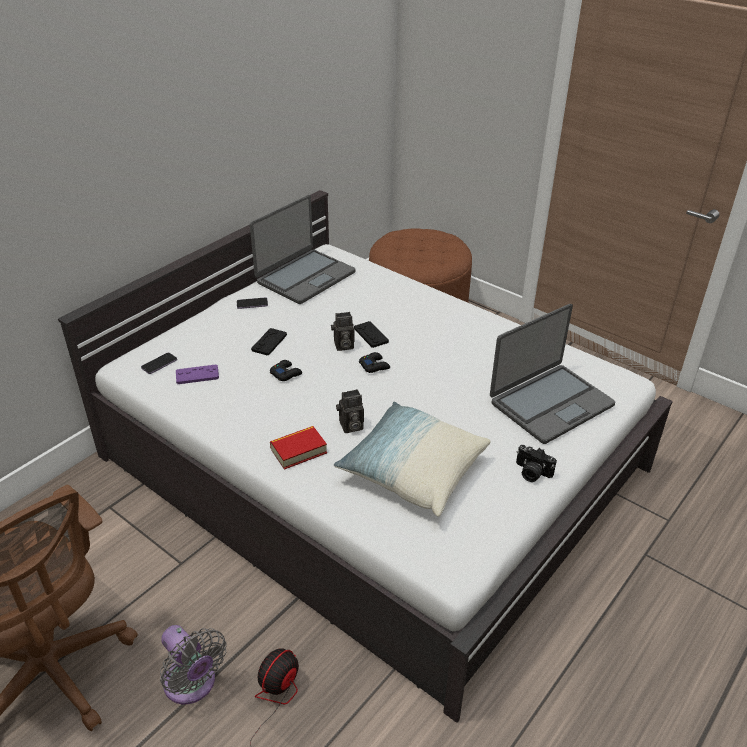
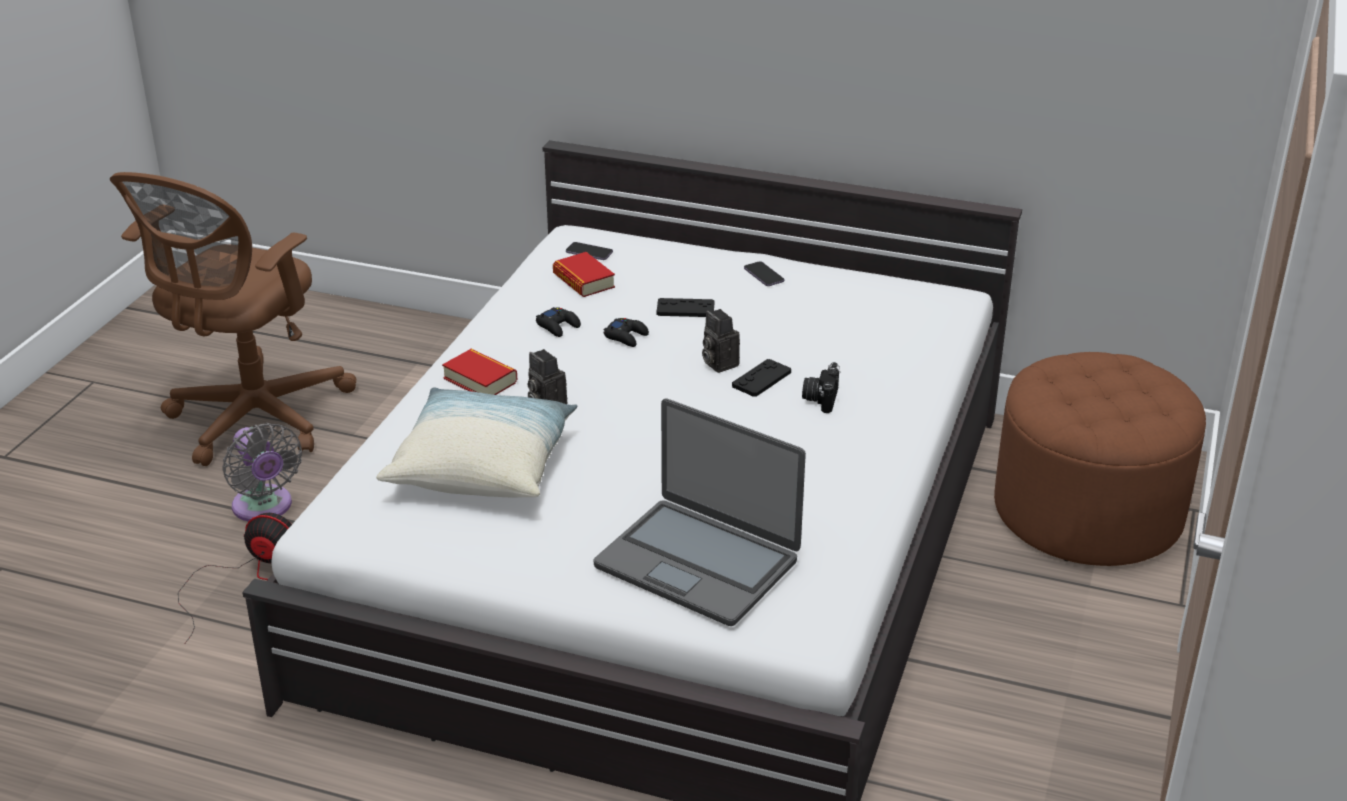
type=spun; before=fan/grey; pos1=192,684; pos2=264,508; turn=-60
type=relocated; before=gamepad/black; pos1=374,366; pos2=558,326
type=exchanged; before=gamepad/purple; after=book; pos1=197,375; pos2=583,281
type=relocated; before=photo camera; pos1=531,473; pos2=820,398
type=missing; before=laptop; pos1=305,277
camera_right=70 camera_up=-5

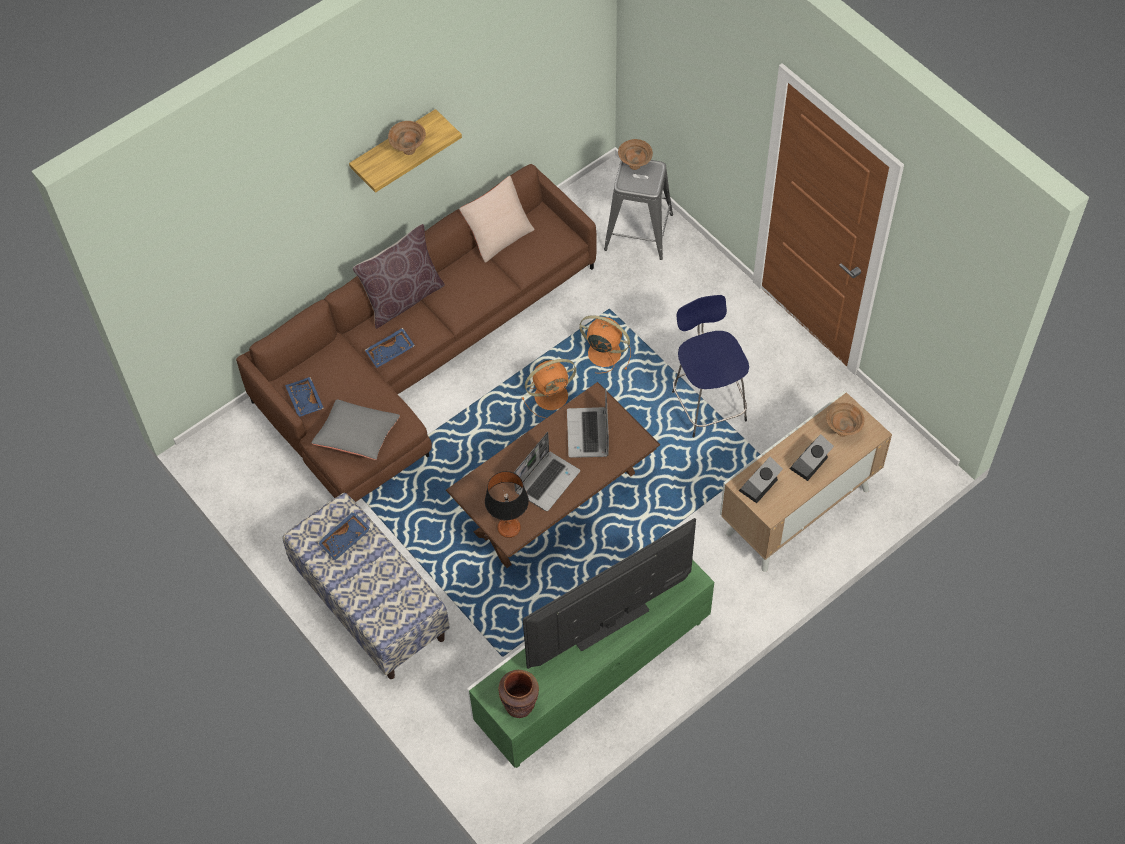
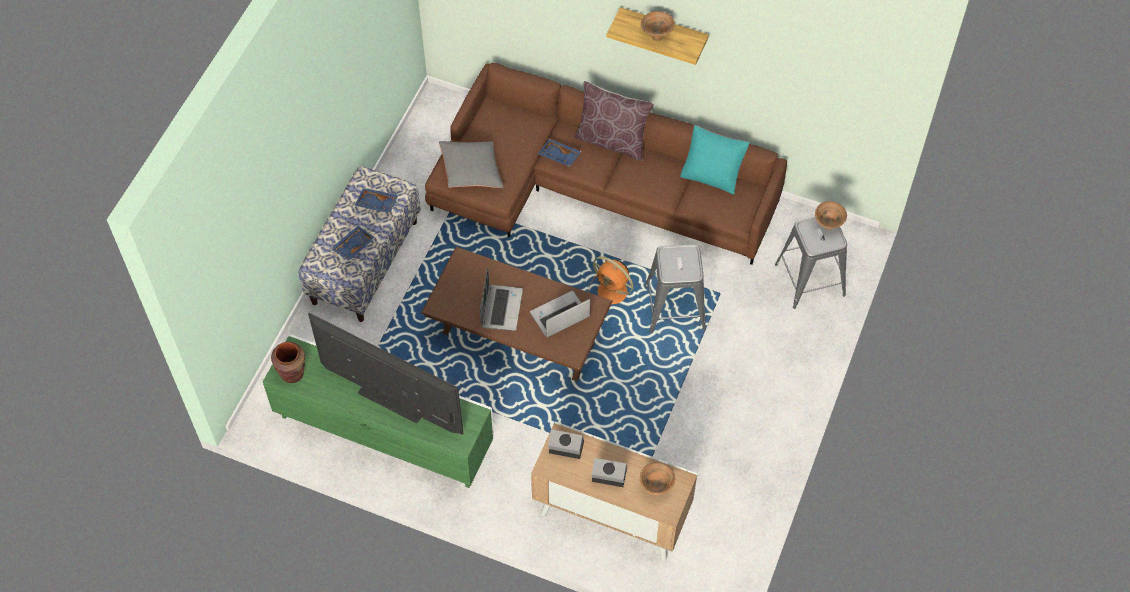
type=relocated; before=carrying tray/blue-coloured; pos1=304,400; pos2=353,246
type=spun; before=laptop; pos1=547,481; pos2=501,308; turn=-90
type=exchanged; before=fan/orange-coloured; after=stool/grey; pos1=602,353; pos2=675,308
type=colour; before=throw pillow/sand-coloured; after=throw pillow/turquoise-coloured; pos1=498,235; pos2=712,173
type=missing; before=lamp for a table; pos1=509,528
type=missing; before=stool/blue-coloured; pos1=708,403
camera_right=60 camera_up=0

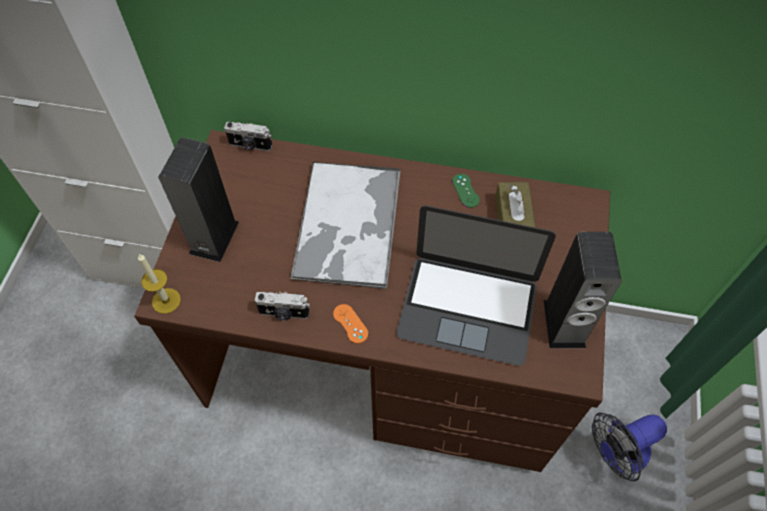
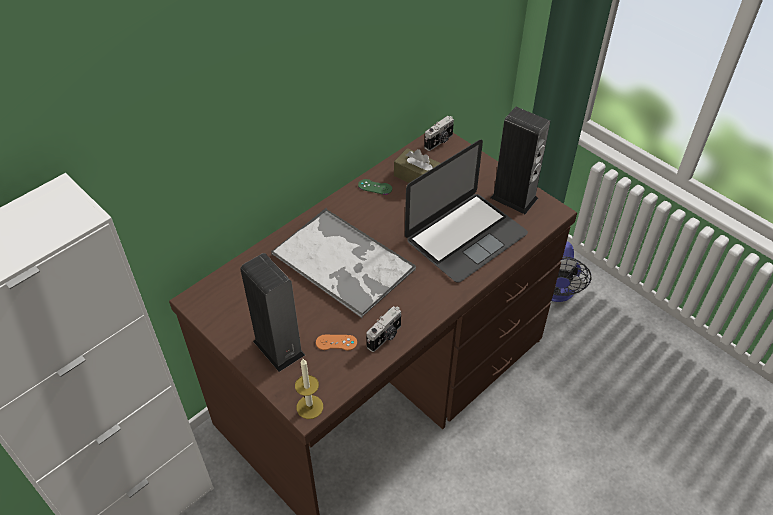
type=relocated; before=gamepad/orange-coloured; pos1=350,323; pos2=336,342
type=relocated; before=photo camera; pos1=250,145; pos2=439,142
camera_right=-55 camera_up=-10

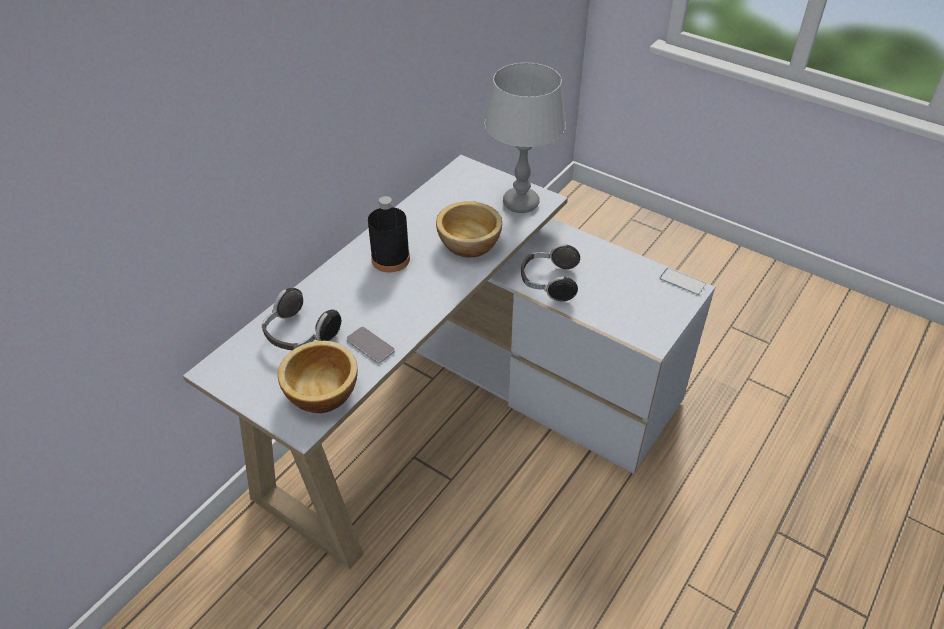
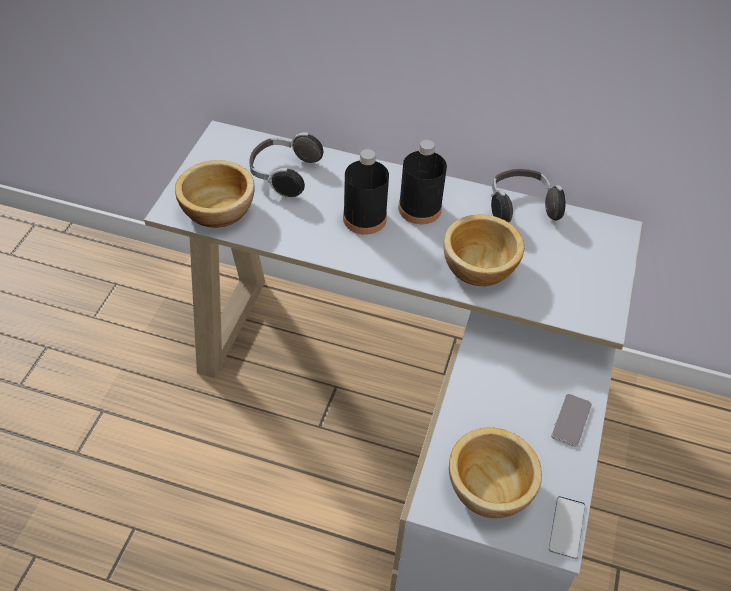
type=appeared; after=beverage bottle/black; pos2=364,218
type=appeared; after=deep dish; pos2=491,488
type=relocated; before=headset; pos1=548,283; pos2=521,207
type=relocated; before=telephone; pos1=370,345; pos2=571,420
type=missing; before=lamp for a table/grey; pos1=521,203
camera_right=70 camera_up=5

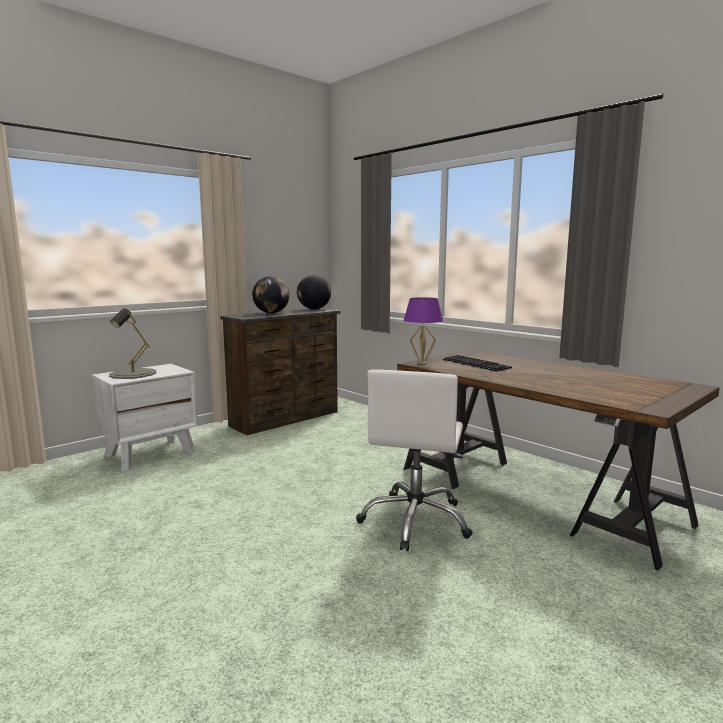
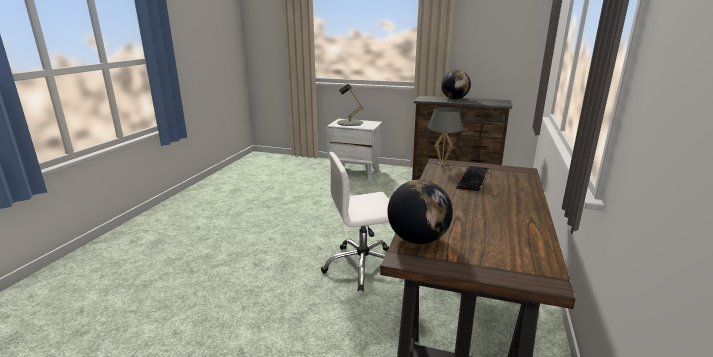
type=relocated; before=desk globe; pos1=314,309; pos2=418,239
type=colour; before=lamp for a table/purple; after=lamp for a table/grey; pos1=422,363; pos2=442,163
camera_right=60 camera_up=10

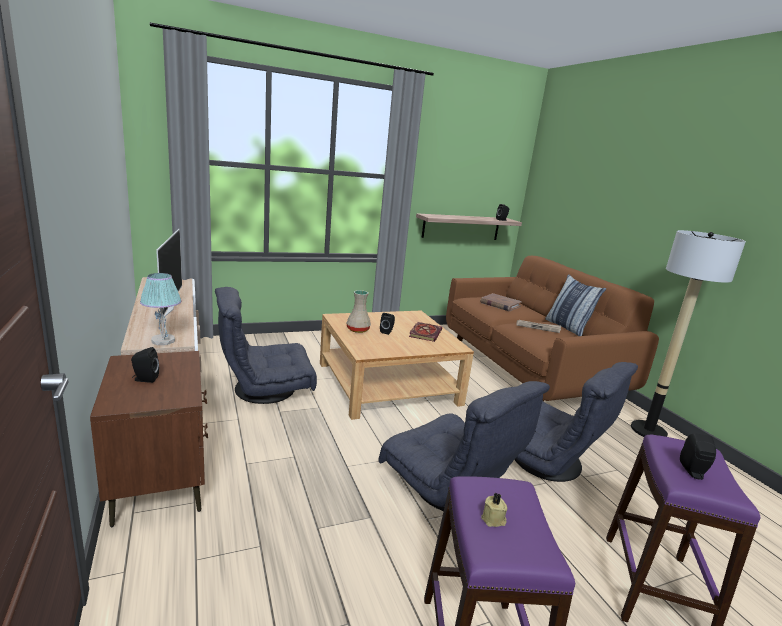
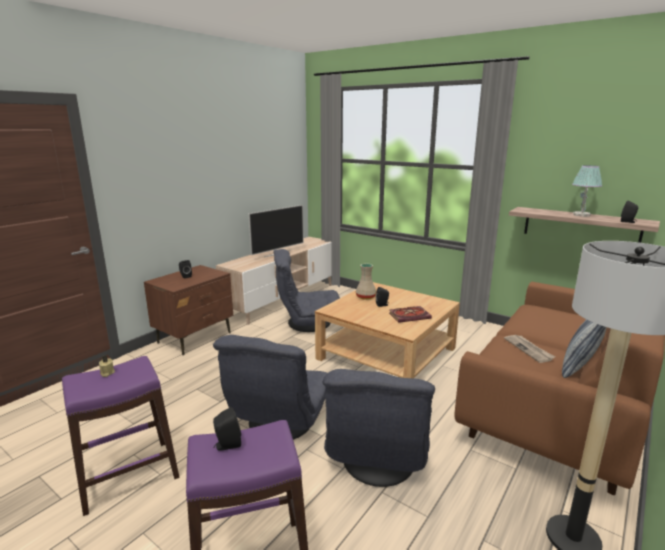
type=spun; before=easy chair/grey; pos1=265,389; pos2=309,323; turn=-45
type=relocated; before=lamp for a table; pos1=163,341; pos2=581,215
type=missing; before=book/brownish; pos1=500,304
camera_right=60 camera_up=0

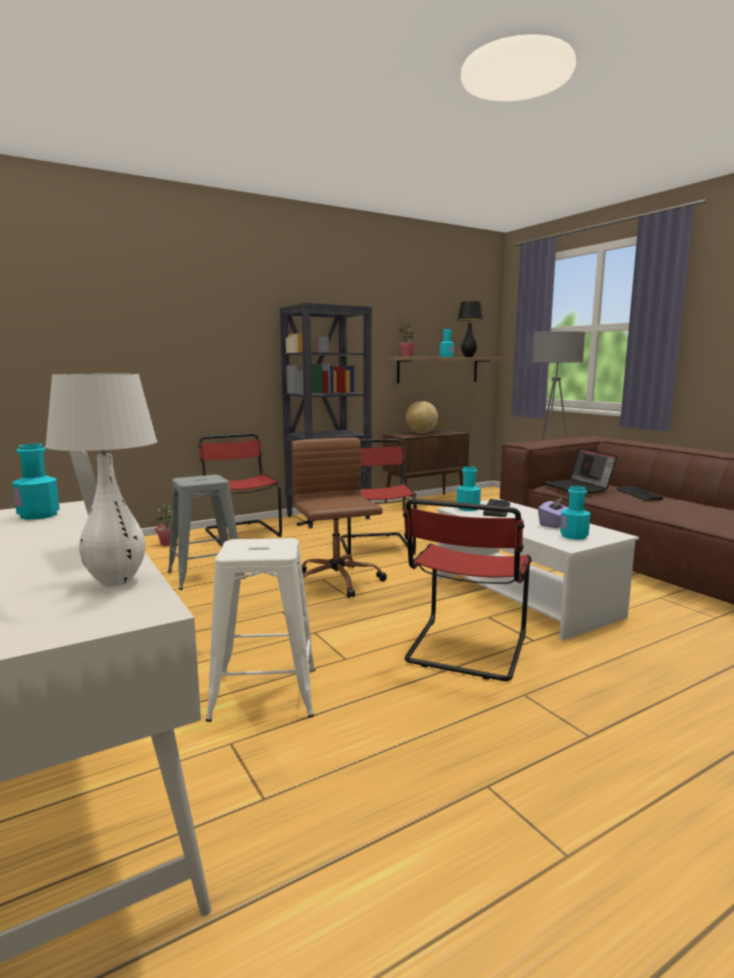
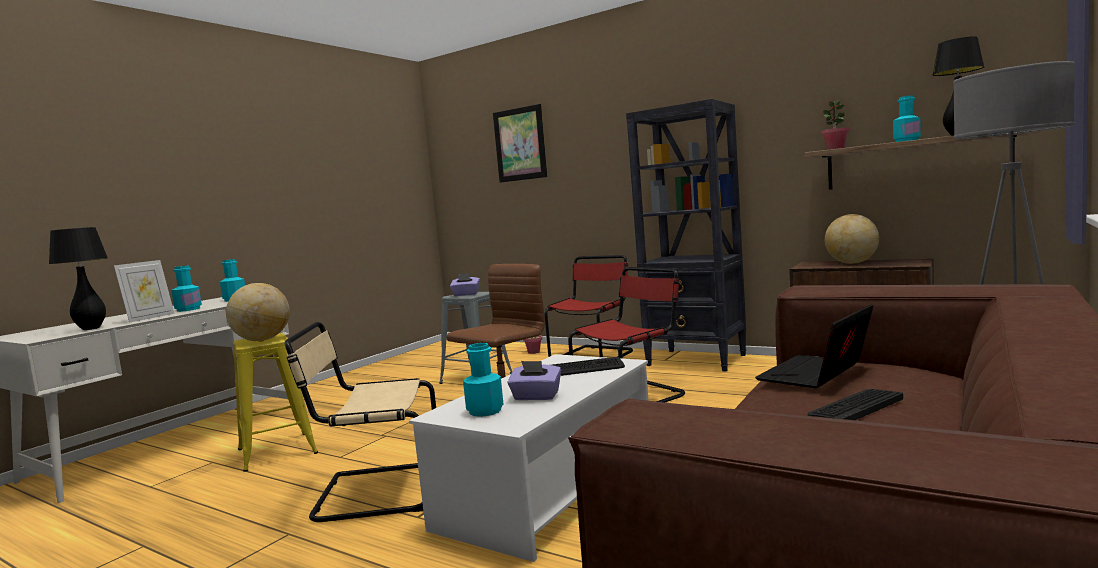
type=colour; before=lamp for a table/white; after=lamp for a table/black; pos1=115,581; pos2=91,328
type=relocated; before=beverage bottle/turquoise-coloured; pos1=468,508; pos2=188,309
type=appeared; after=desk globe; pos2=262,340
type=colour; before=stool/white; after=stool/yellow-coloured; pos1=264,693; pos2=277,451
type=colour; before=plain chair/red; after=plain chair/sand-coloured; pos1=465,651; pos2=374,492
type=appeared; after=box of tissues/purple; pos2=466,294
type=appeared; after=picture; pos2=520,144
camera_right=65 camera_up=-5

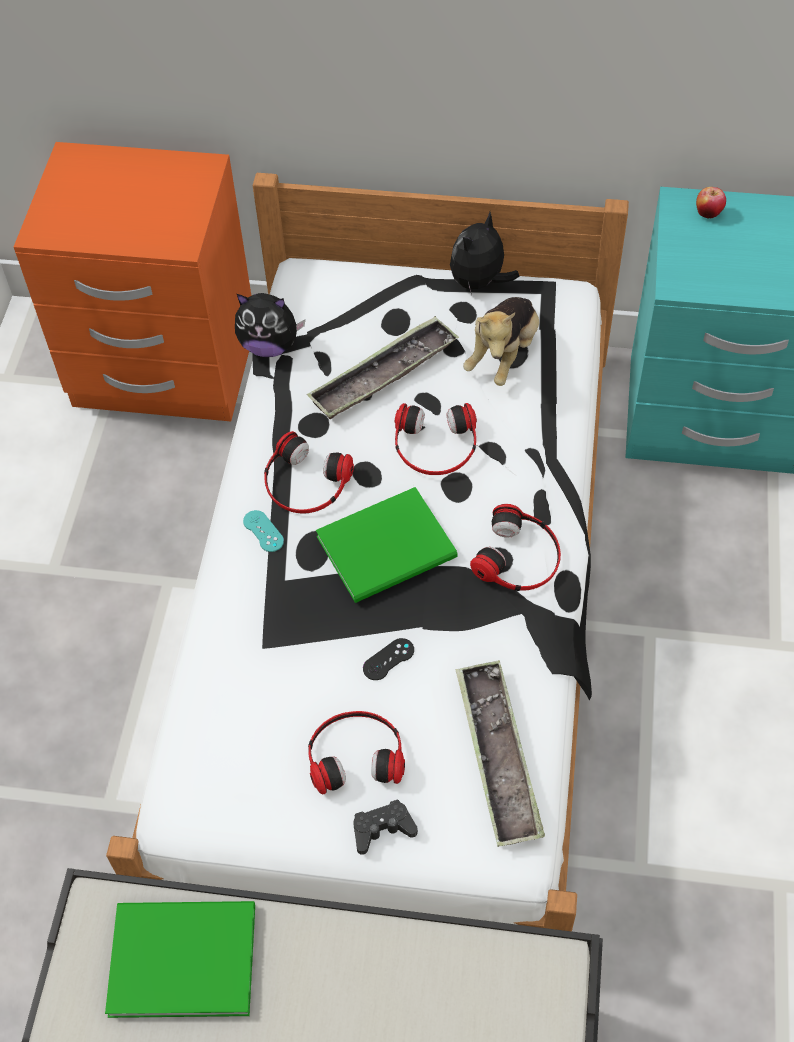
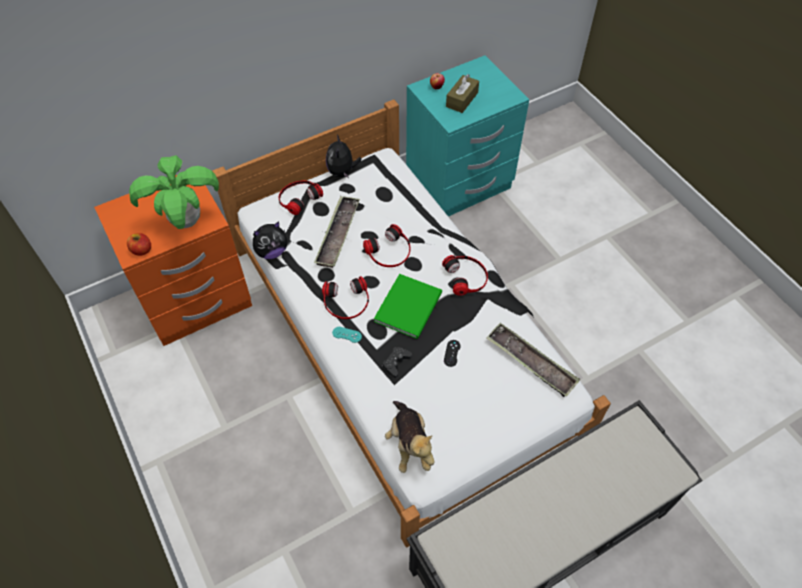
type=appeared; after=whole apple; pos2=142,250
type=appeared; after=houseplant; pos2=186,221
type=relocated; before=headset; pos1=355,754; pos2=298,198
type=relocated; before=gamepad/black; pos1=382,829; pos2=396,363
type=relocated; before=soft toy; pos1=503,354; pos2=409,444
type=appeared; after=box of tissues/brownish; pos2=462,99
type=missing; before=book/green-coloured; pos1=178,956
camera_right=-40 camera_up=0

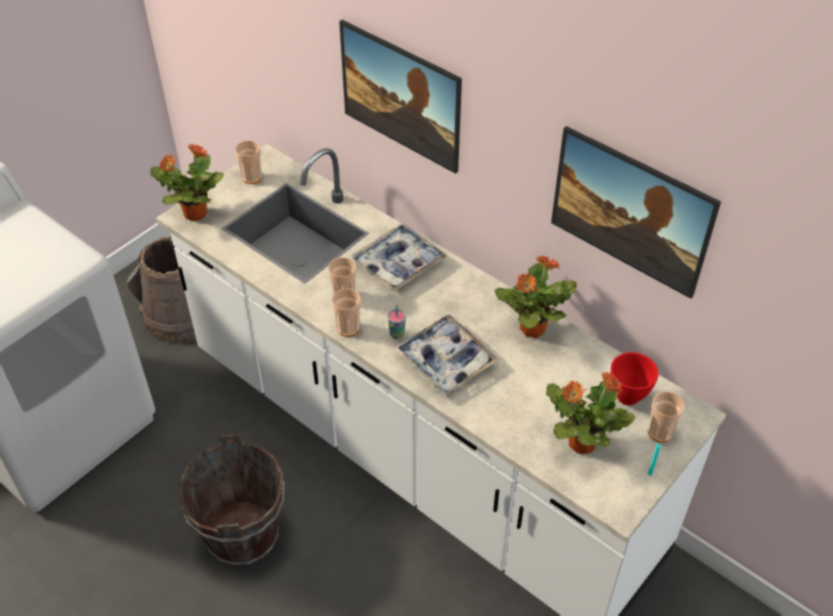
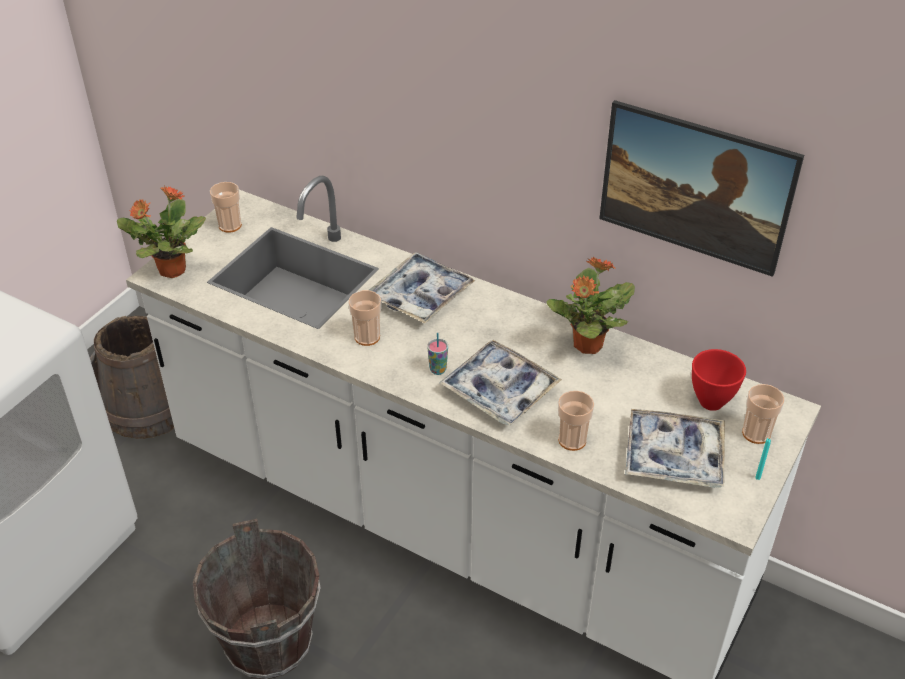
type=relocated; before=cup; pos1=348,328; pos2=572,440
type=exchanged; before=houseplant; after=carrying tray; pos1=581,442; pos2=673,456
type=missing; before=picture; pos1=401,119
camera_right=-10 camera_up=-5

